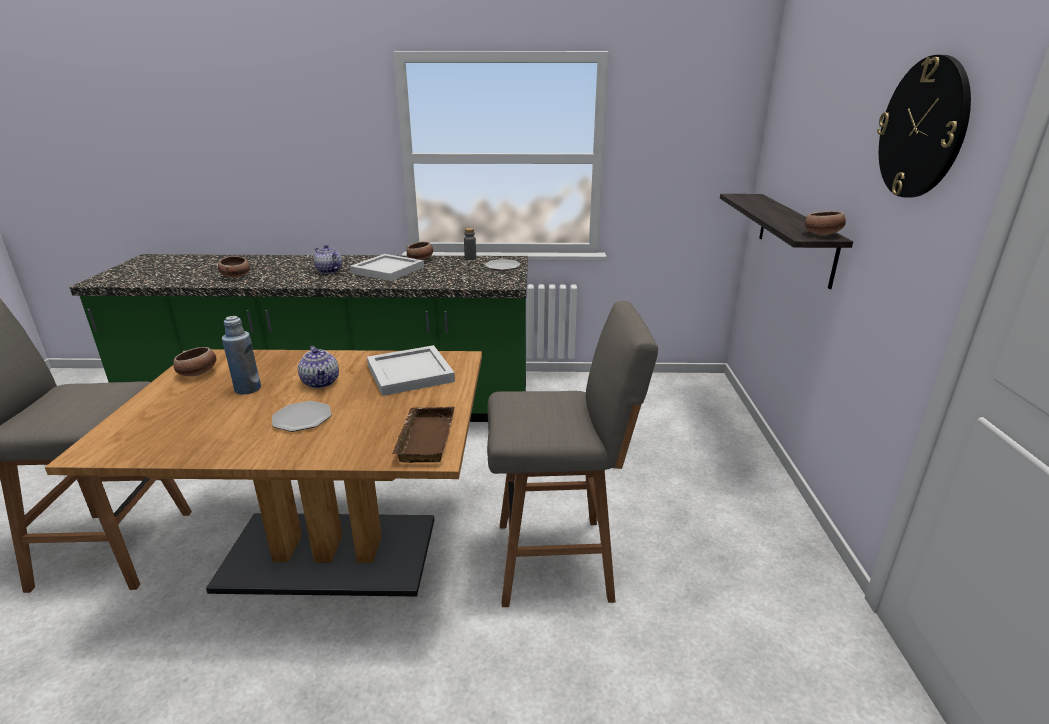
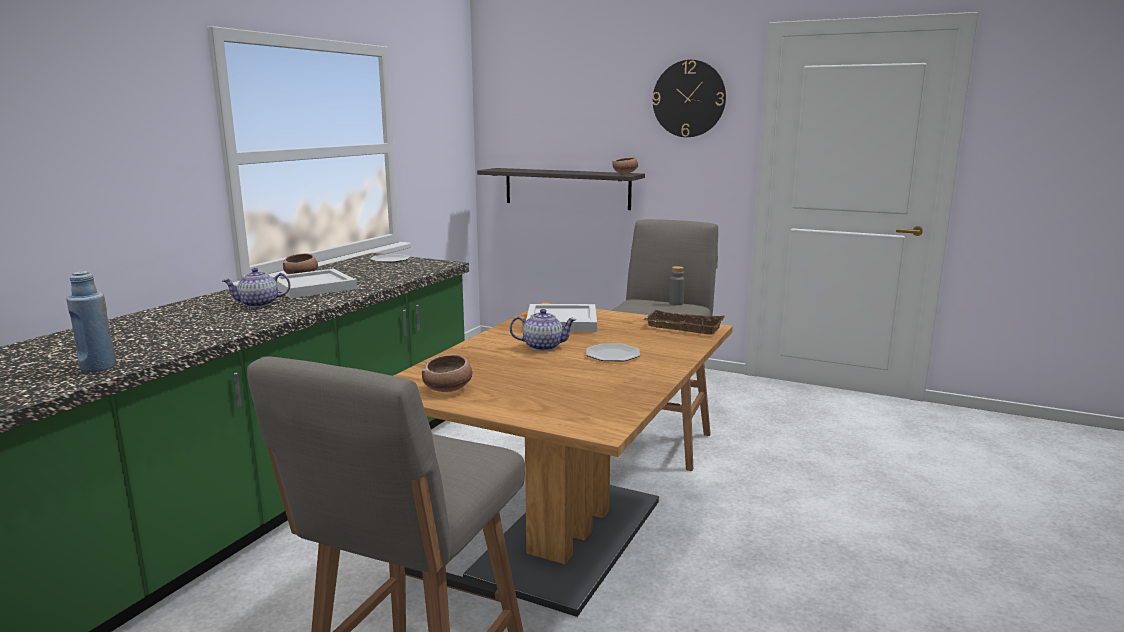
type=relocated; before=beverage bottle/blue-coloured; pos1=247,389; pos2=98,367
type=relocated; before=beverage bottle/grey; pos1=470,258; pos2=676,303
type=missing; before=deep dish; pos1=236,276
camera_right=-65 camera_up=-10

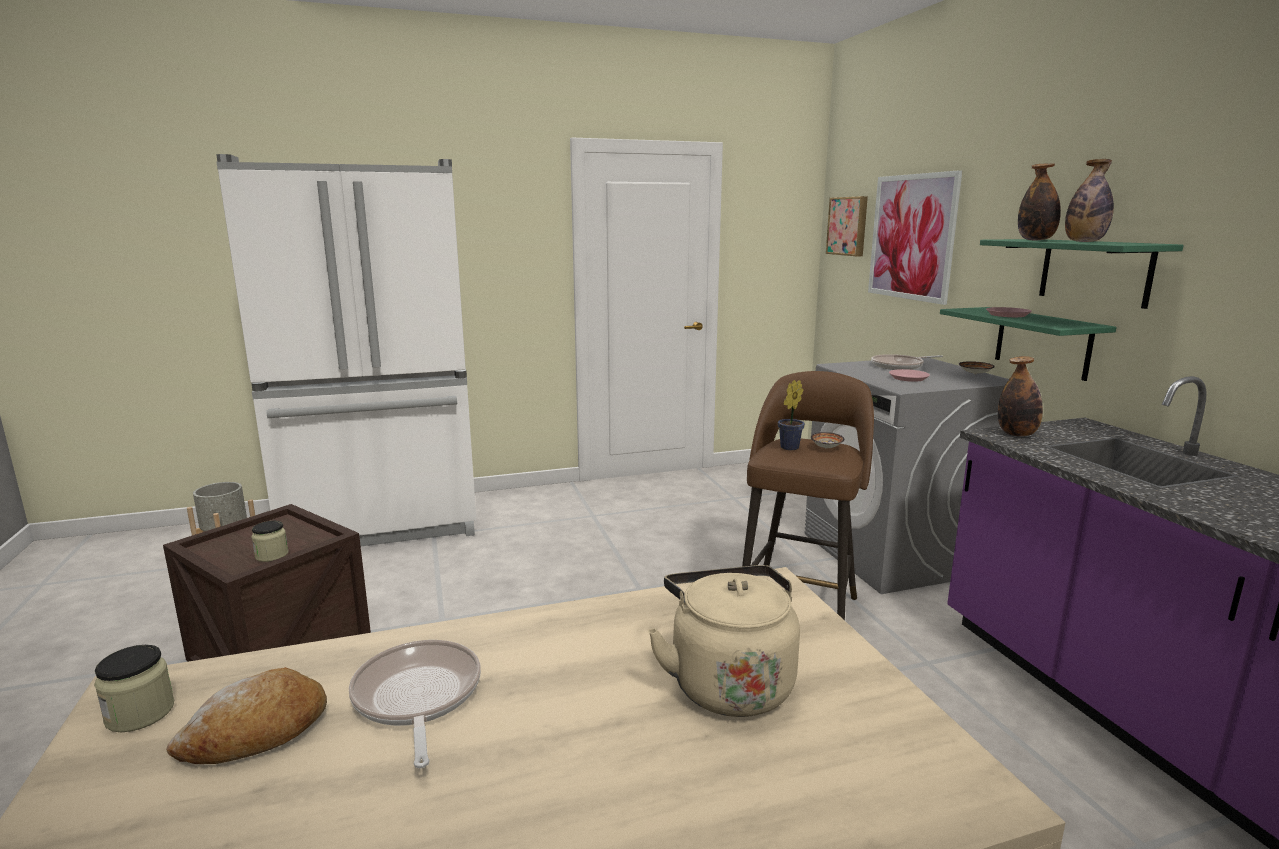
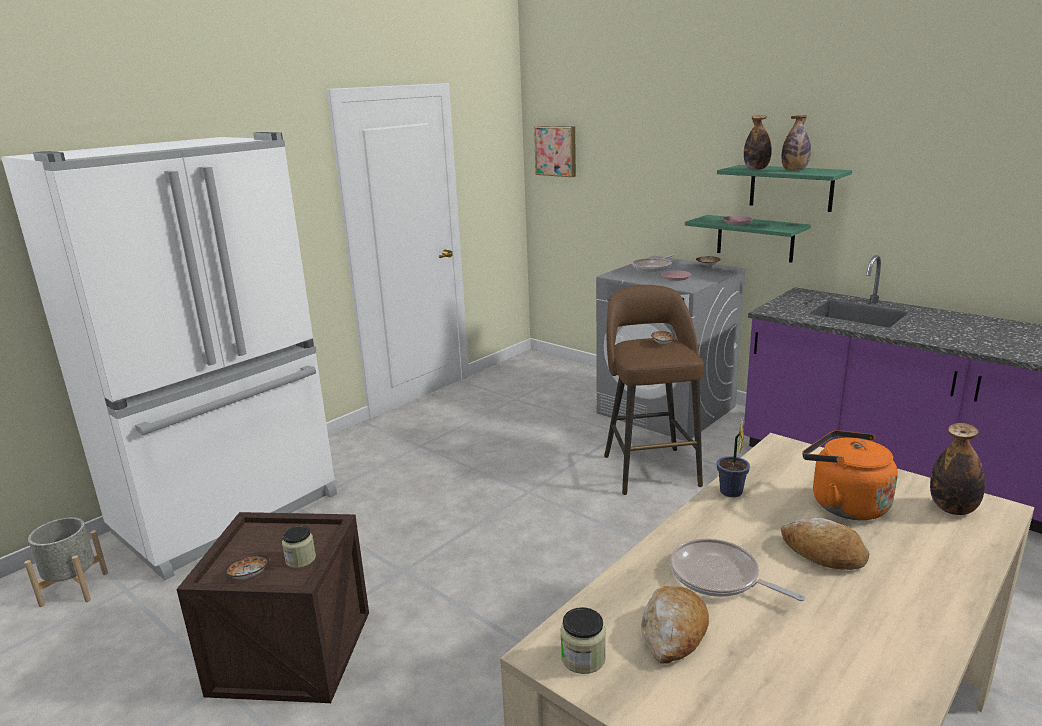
type=appeared; after=deep dish; pos2=249,575
type=relocated; before=houseplant; pos1=787,448; pos2=730,493
type=appeared; after=bread; pos2=823,553
type=colour; before=tea kettle/sand-coloured; after=tea kettle/orange-coloured; pos1=728,682; pos2=844,504
type=relocated; before=beverage bottle; pos1=1017,434; pos2=952,509
type=missing; before=picture; pos1=912,237
camera_right=-30 camera_up=5

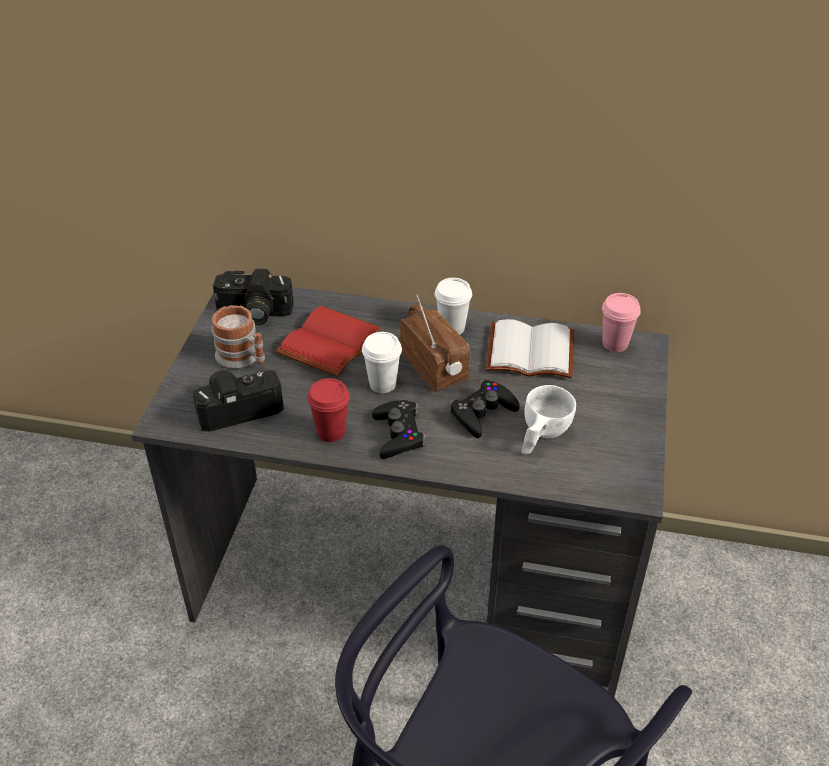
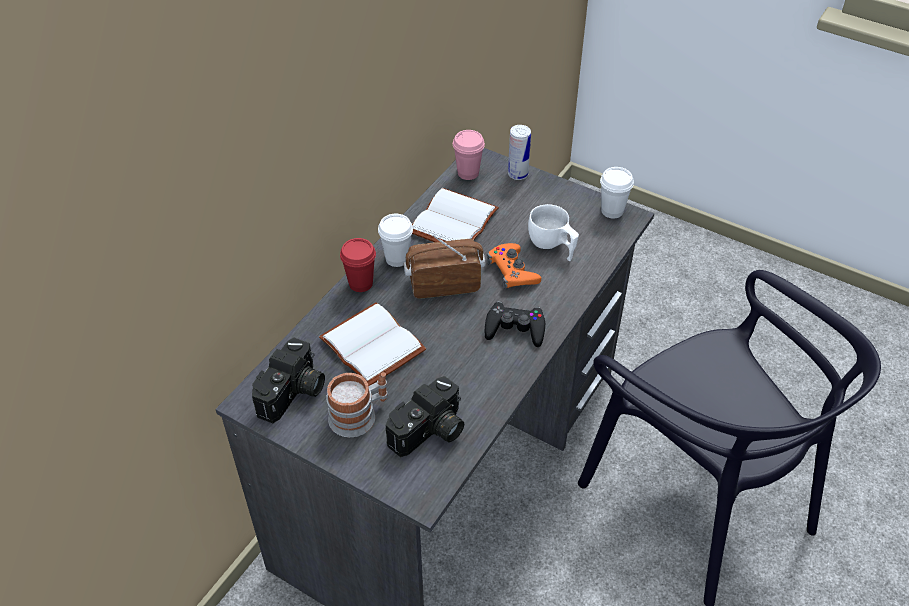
type=colour; before=book/red; after=book/white; pos1=331,344; pos2=375,345
type=relocated; before=cup/red; pos1=331,432; pos2=360,283
type=spun; before=photo camera; pos1=238,407; pos2=430,432; turn=-135
type=colour; before=gamepad/black; after=gamepad/orange-coloured; pos1=482,413; pos2=512,271
type=appeared; after=sealed can; pos2=518,174
type=relocated; before=cup/white; pos1=382,384; pos2=612,211
camera_right=-70 camera_up=5

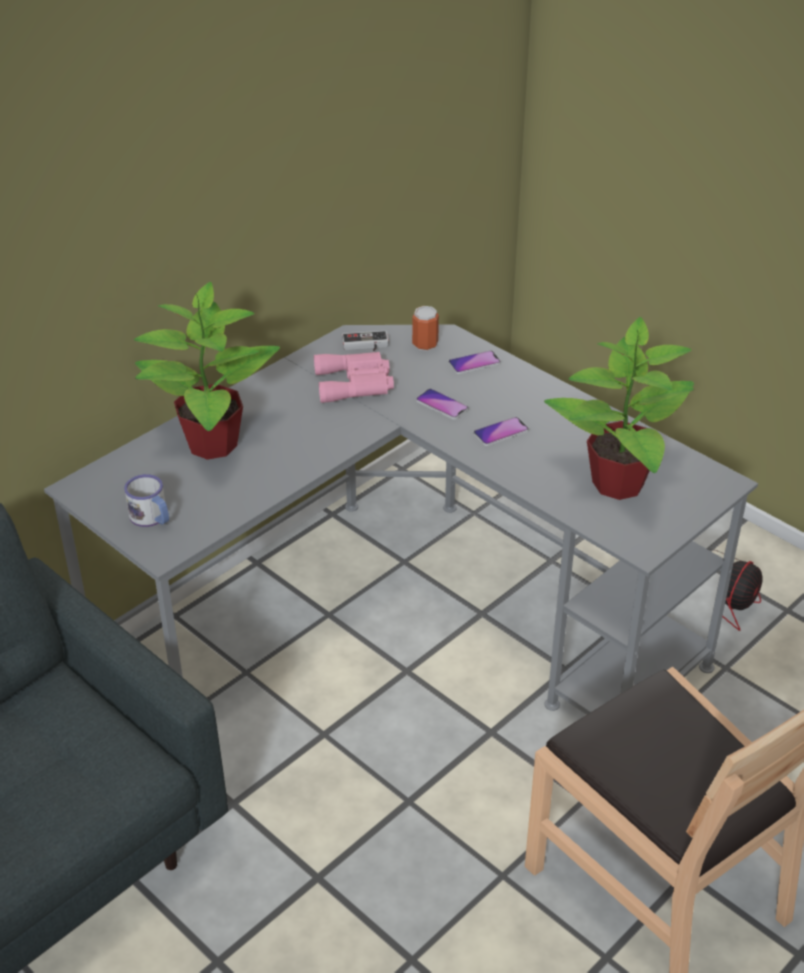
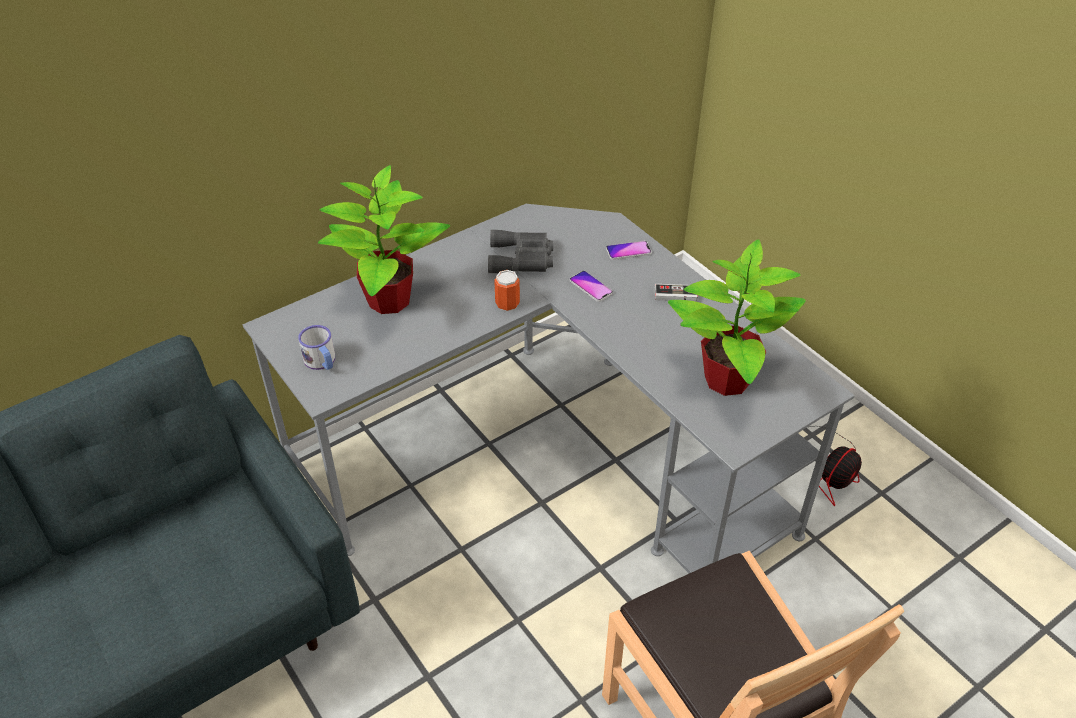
type=colour; before=binoculars/pink; after=binoculars/grey; pos1=356,383; pos2=522,258
type=relocated; before=sealed can; pos1=425,344; pos2=507,304
type=relocated; before=gamepad; pos1=365,345; pos2=675,298
type=missing; before=telephone; pos1=501,432
camera_right=10 camera_up=5

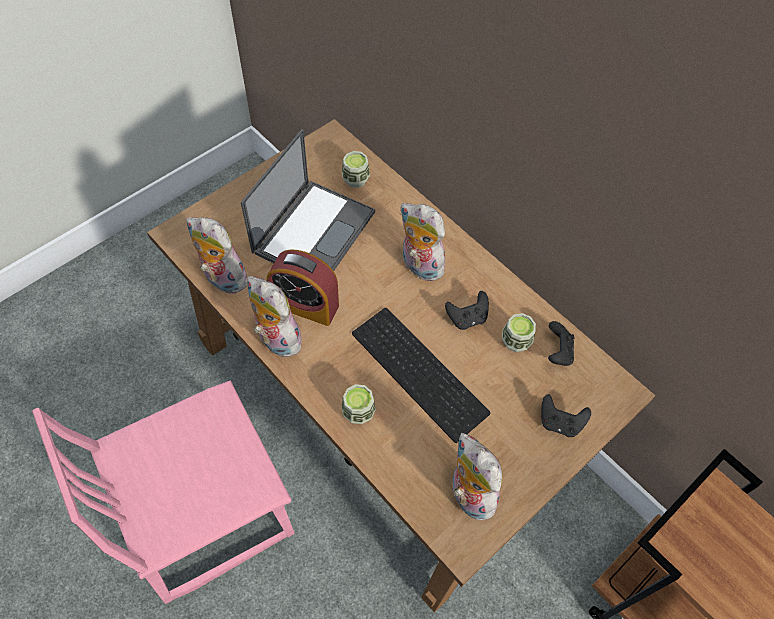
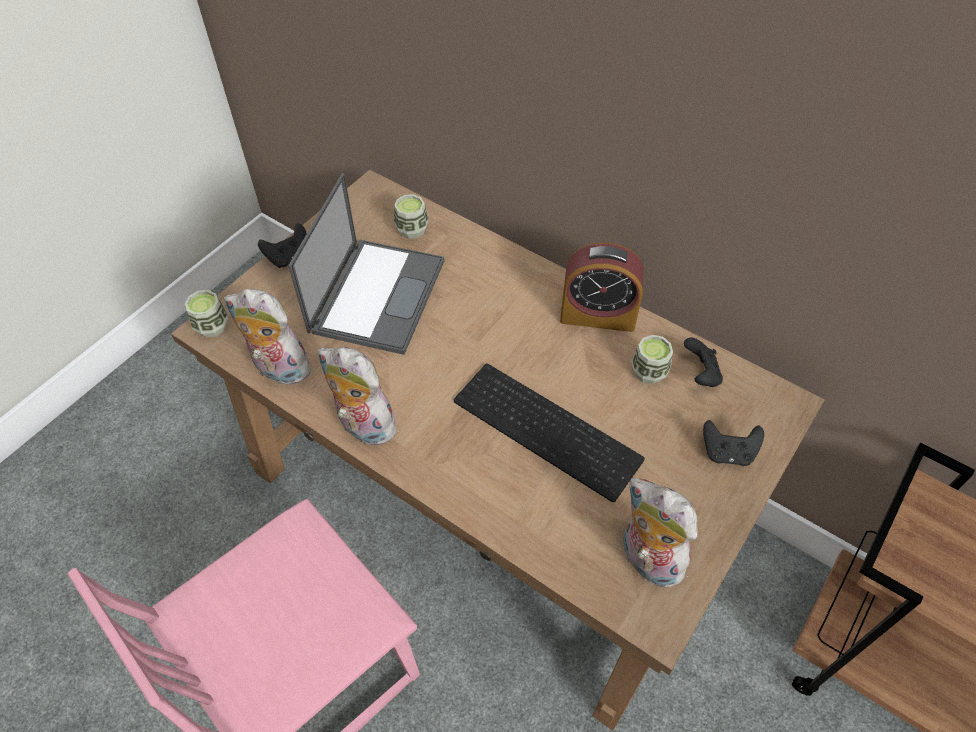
type=relocated; before=cup; pos1=358,412; pos2=212,326
type=relocated; before=gamepad/black; pos1=467,318; pos2=289,257
type=relocated; before=bedside clock; pos1=305,305; pos2=598,315
type=missing; before=soft toy; pos1=419,266
camera_right=-10 camera_up=-5

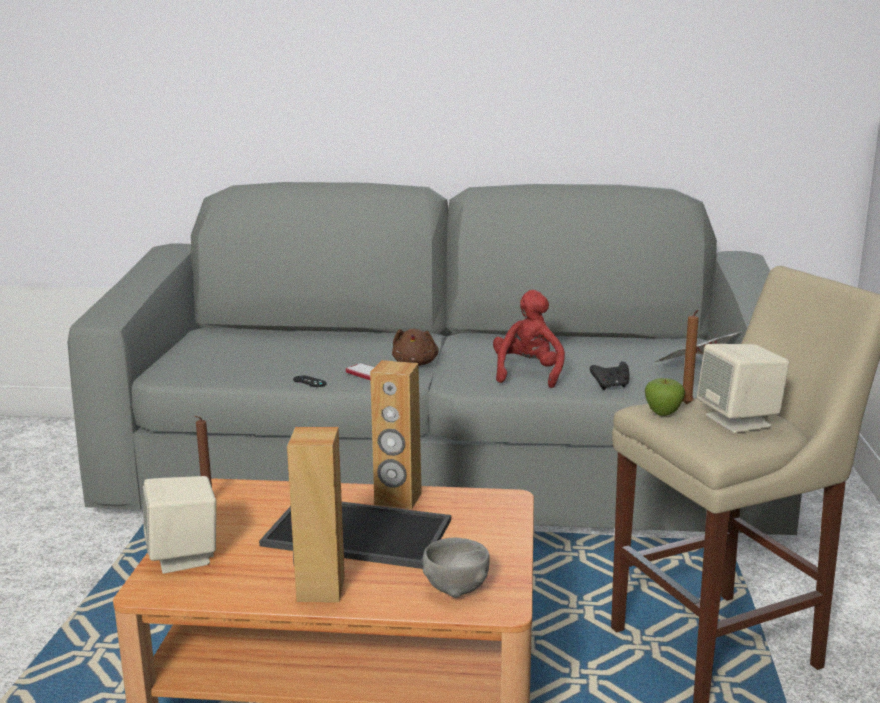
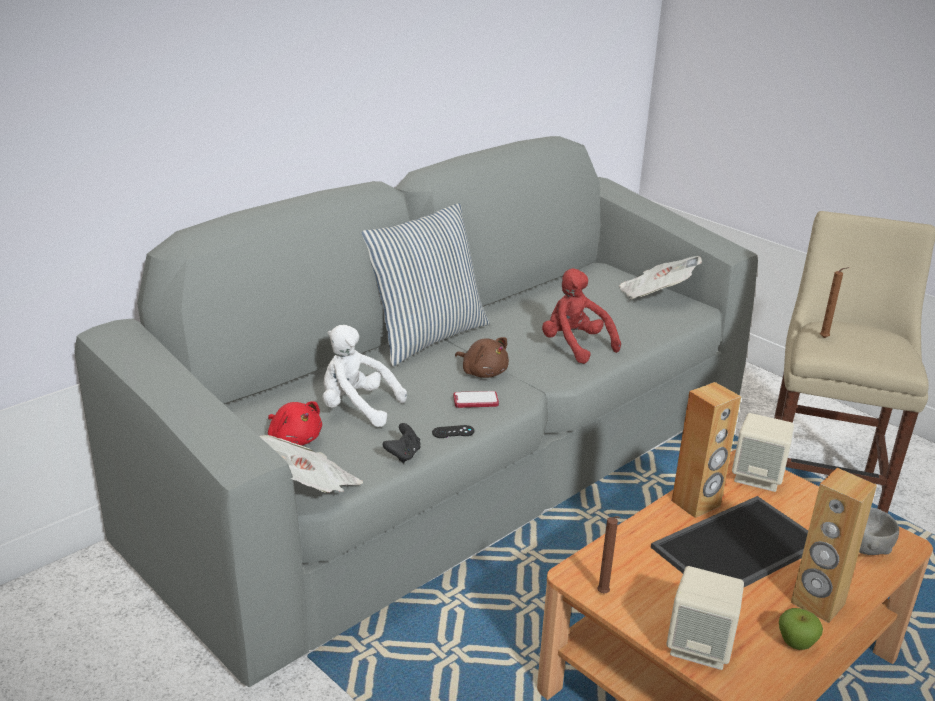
type=appeared; after=daily paper; pos2=307,488
type=appeared; after=soft toy/red; pos2=294,439
type=appeared; after=soft toy/white; pos2=356,408
type=appeared; after=throw pillow; pos2=426,337
type=relocated; before=gamepad/black; pos1=611,386; pos2=403,455
type=relocated; before=speaker/sand-coloured; pos1=739,421; pos2=758,477
type=relocated; before=whole apple; pos1=663,413; pos2=795,643
camera_right=-50 camera_up=10

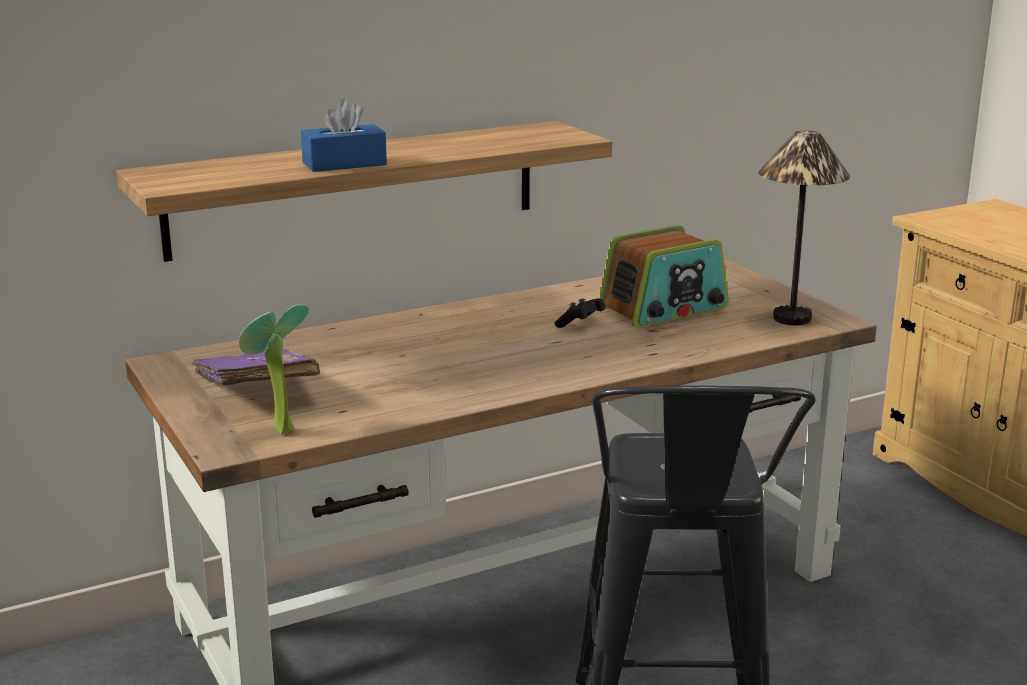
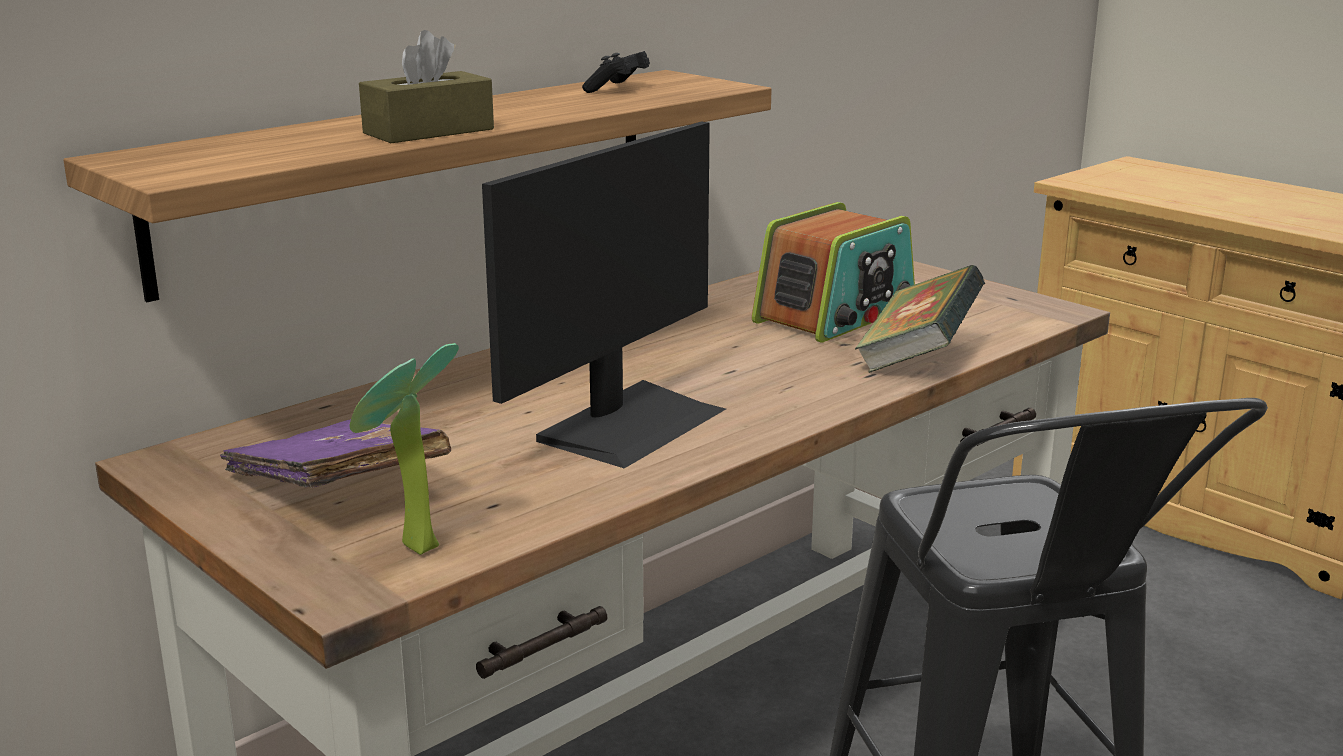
type=colour; before=box of tissues/blue-coloured; after=box of tissues/brownish; pos1=344,164; pos2=428,131
type=appeared; after=computer display; pos2=630,423
type=relocated; before=gamepad/black; pos1=580,324; pos2=617,89
type=appeared; after=book; pos2=917,359
type=missing; before=lamp for a table; pos1=791,319
camera_right=-15 camera_up=0

